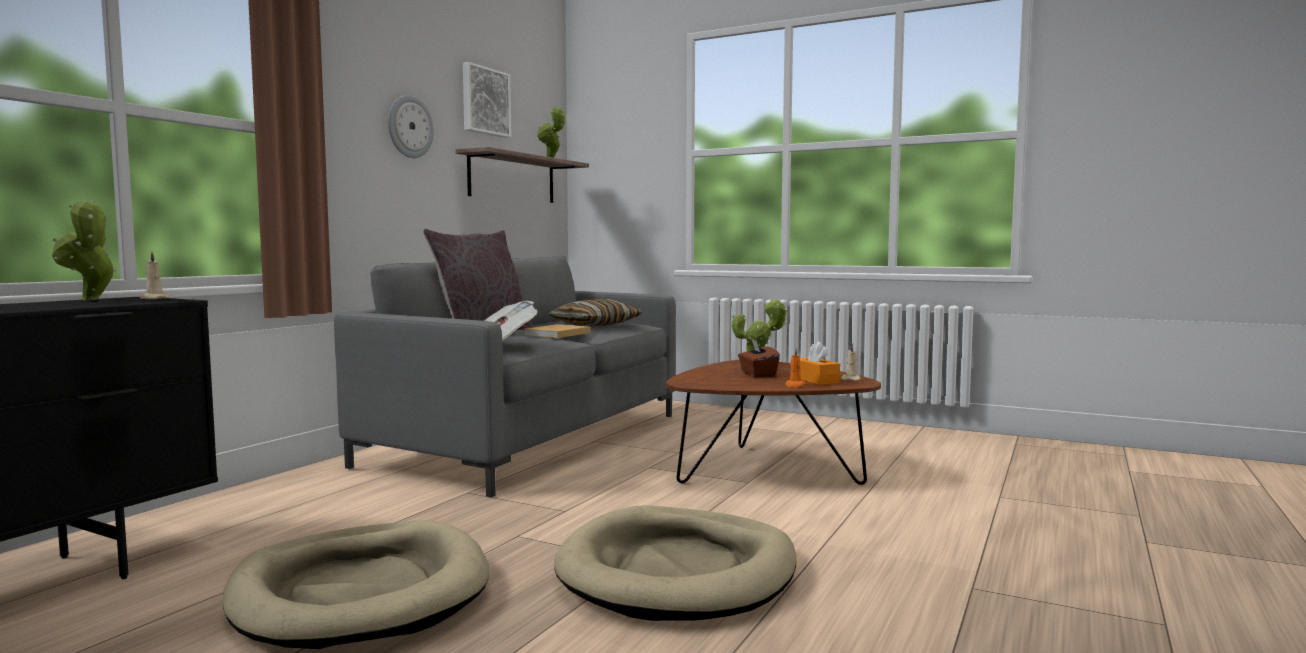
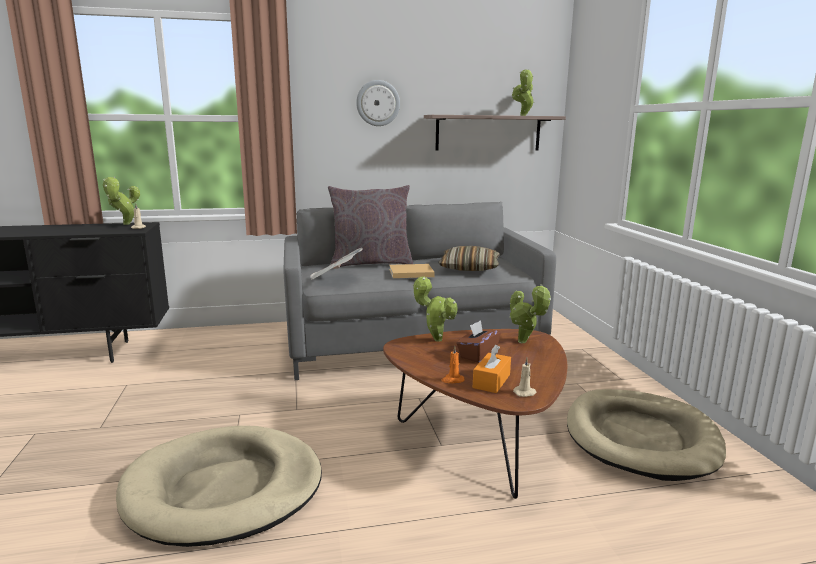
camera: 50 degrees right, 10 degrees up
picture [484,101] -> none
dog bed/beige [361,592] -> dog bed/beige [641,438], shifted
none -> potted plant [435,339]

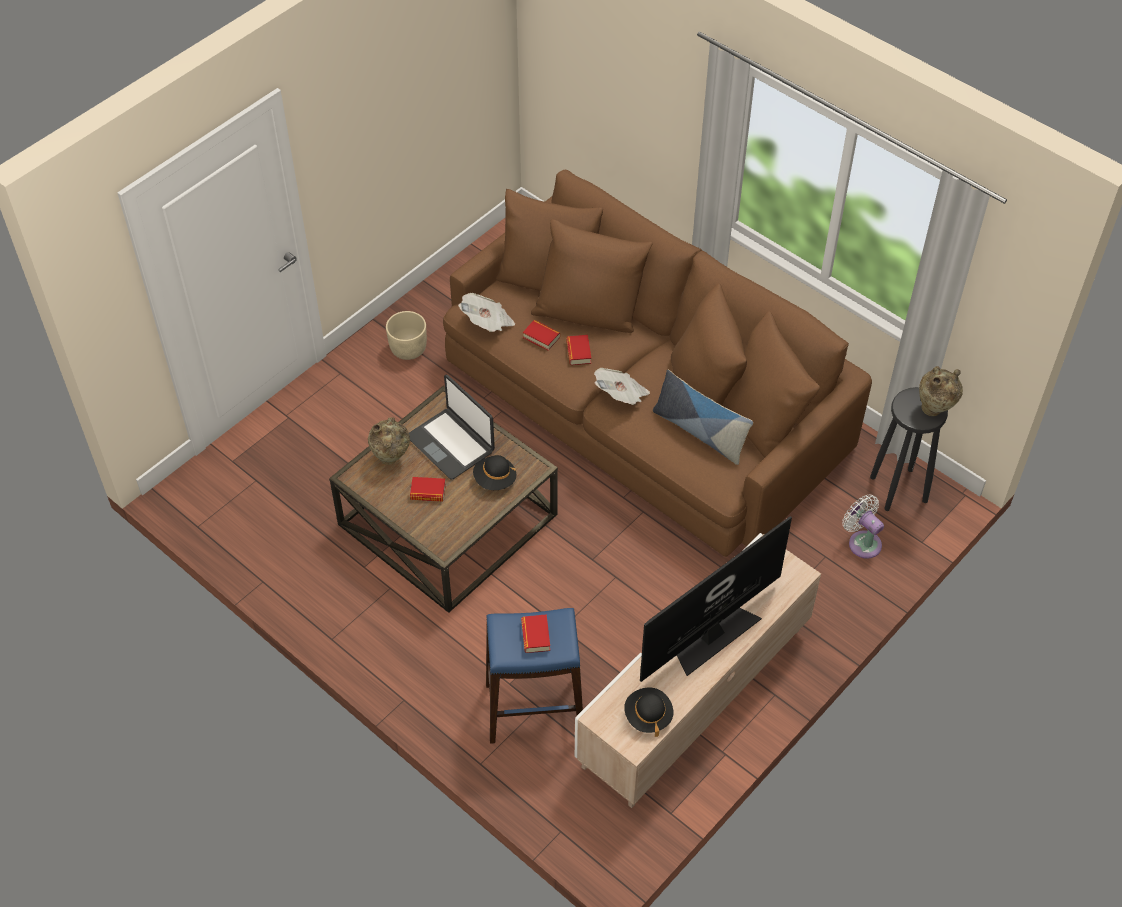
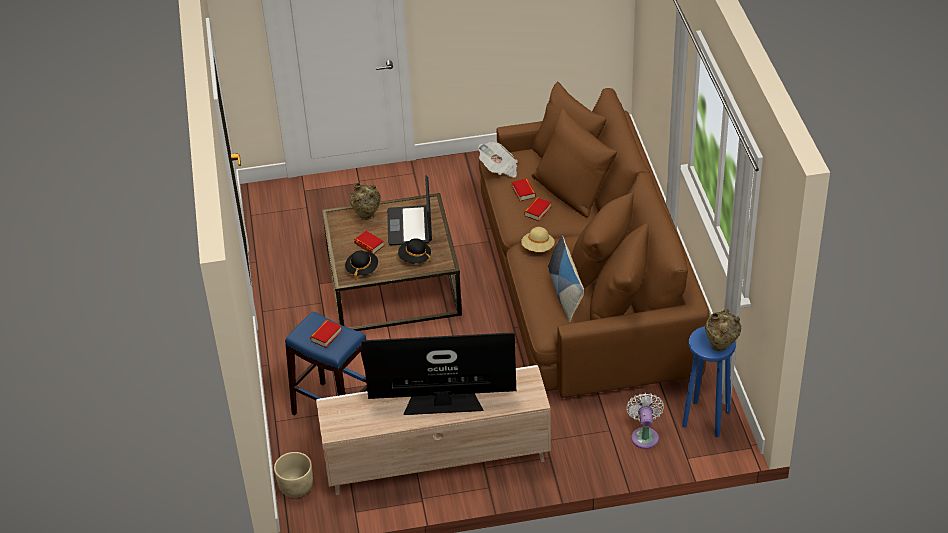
camera: 40 degrees right, 10 degrees down
planter/beige [408,348] -> planter/beige [296,487], shifted
newspaper [621,395] -> hat/beige [538,248]
stool/black [897,489] -> stool/blue [705,418]
hat/black [648,716] -> hat/black [362,269], shifted

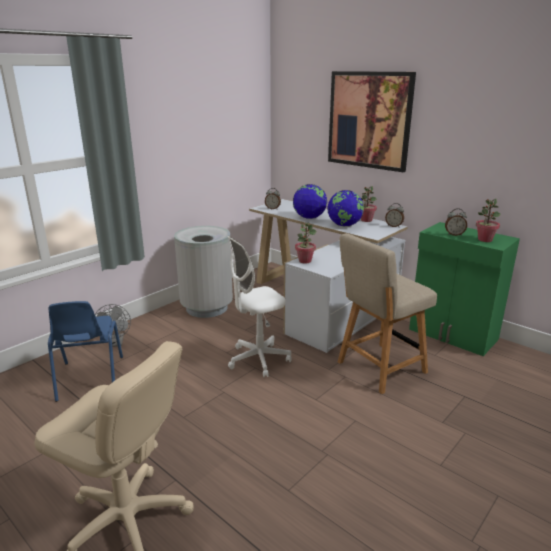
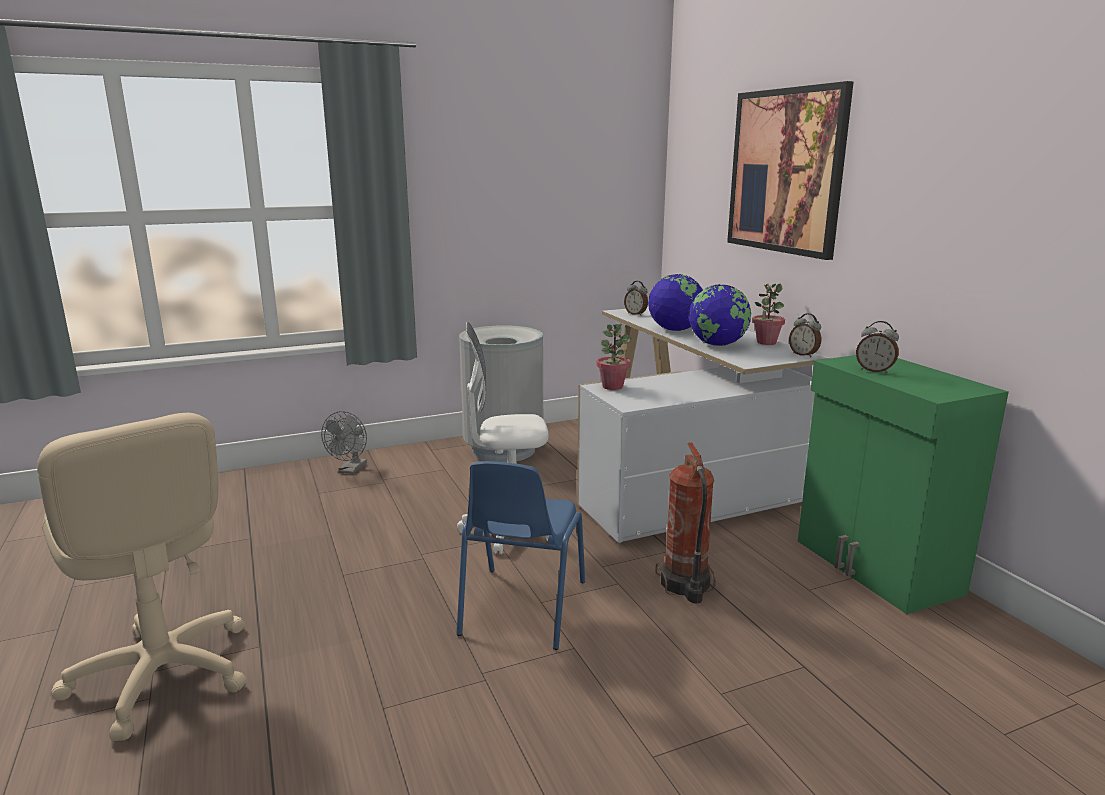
camera: 25 degrees right, 5 degrees down
potted plant [484,240] -> none
chair/beige [378,368] -> fire extinguisher [684,585]
chair/blue [89,379] -> chair/blue [521,608], shifted

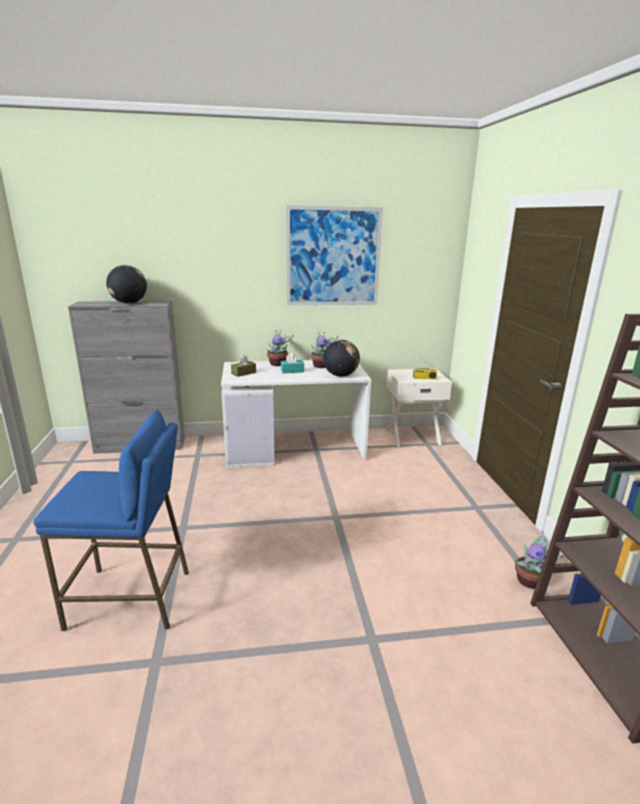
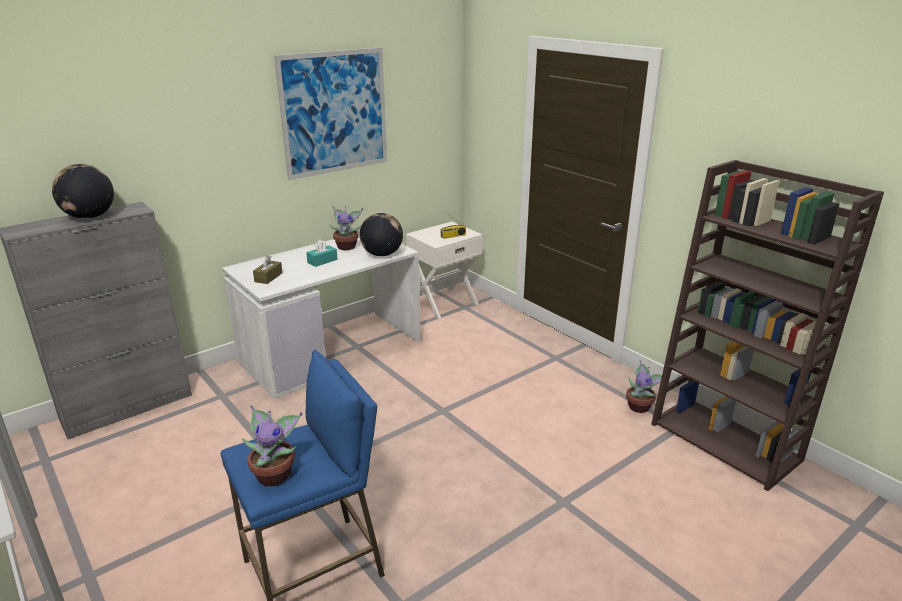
camera: 30 degrees left, 5 degrees up
potted plant [278,364] -> potted plant [275,474], shifted

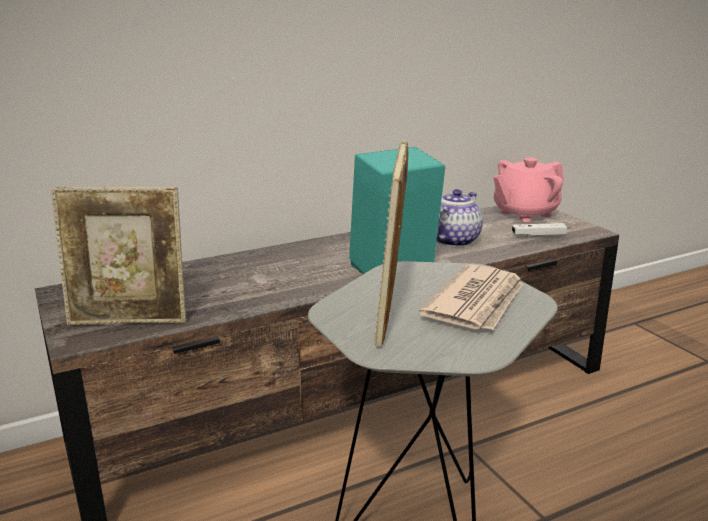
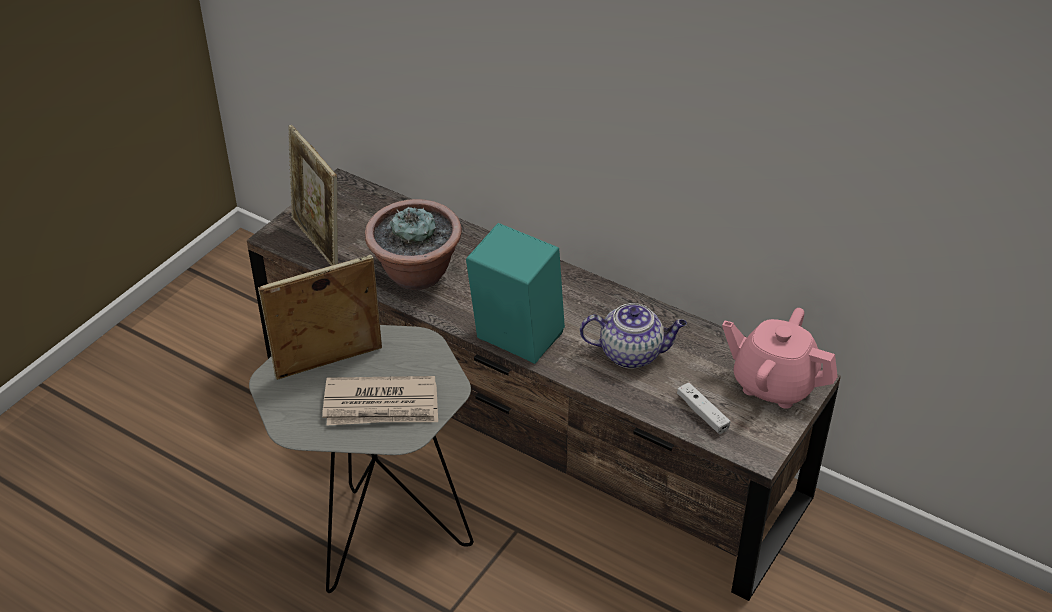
camera: 60 degrees right, 20 degrees up
none -> potted plant [416,275]

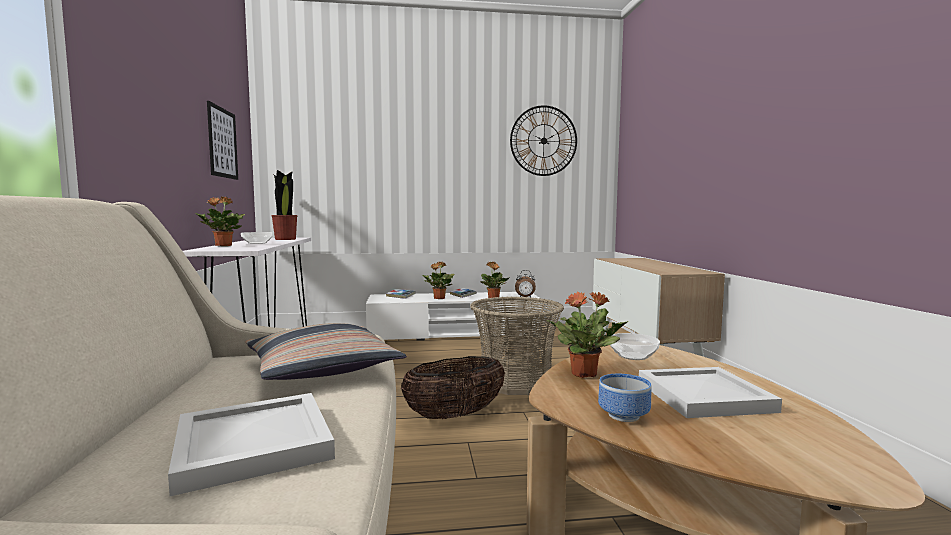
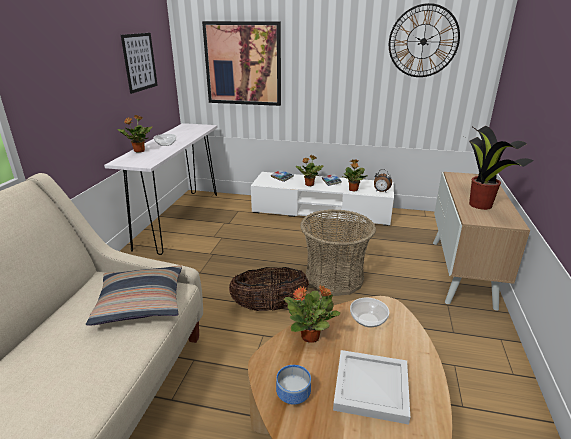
camera: 20 degrees right, 20 degrees up
potted plant [285,239] -> potted plant [479,204], shifted
tray/white [251,445] -> none
none -> picture [243,64]

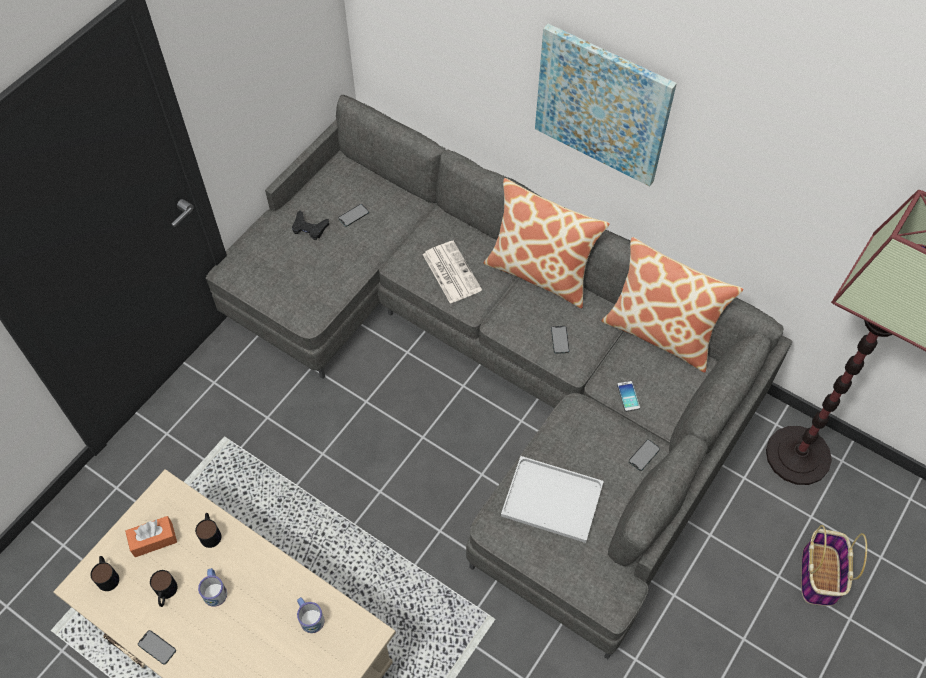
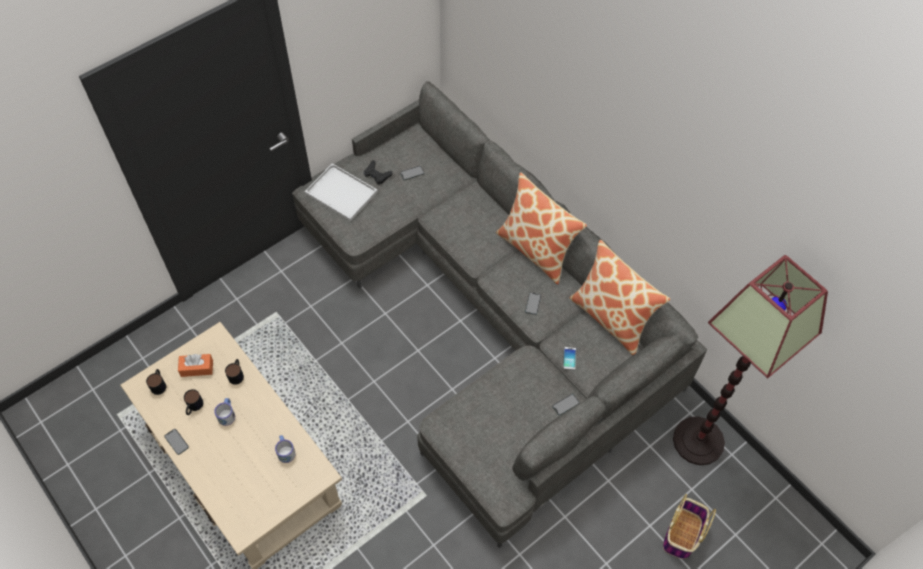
camera: 15 degrees right, 0 degrees up
picture [602,105] -> none
newspaper [450,272] -> none
tray/white [554,499] -> tray/white [342,193], shifted

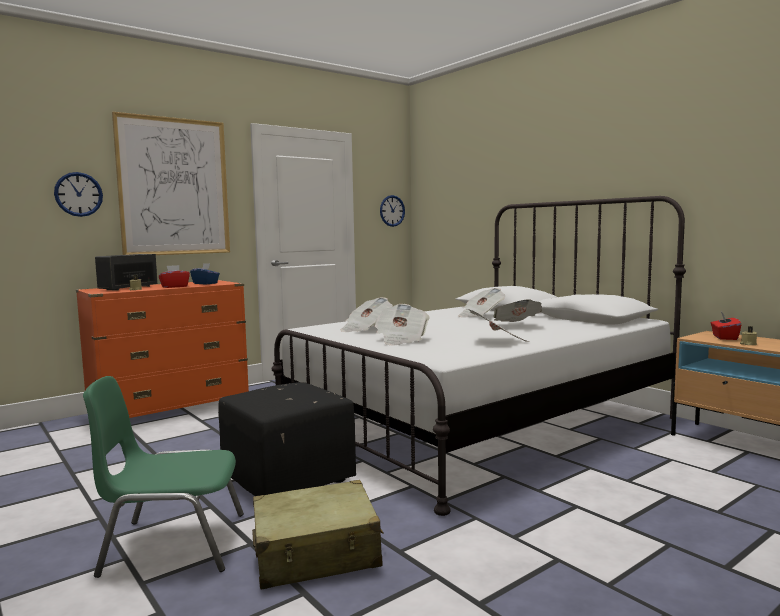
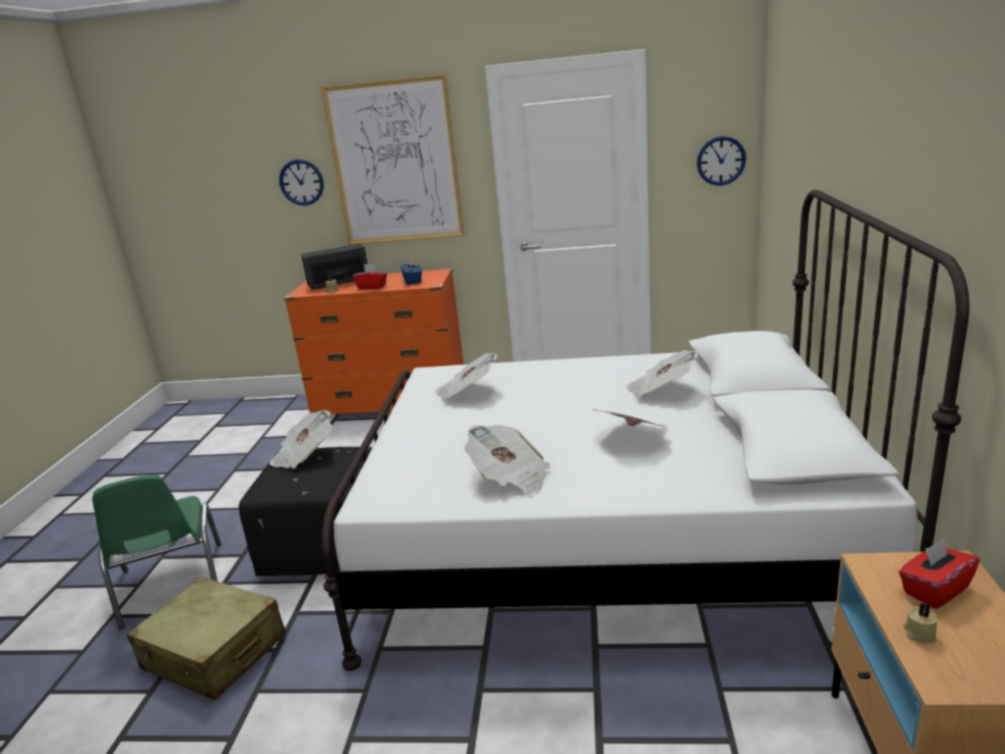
camera: 45 degrees right, 15 degrees up
newspaper [401,340] -> newspaper [304,456], shifted
chair/green [172,544] -> chair/green [171,585], 150 degrees counterclockwise

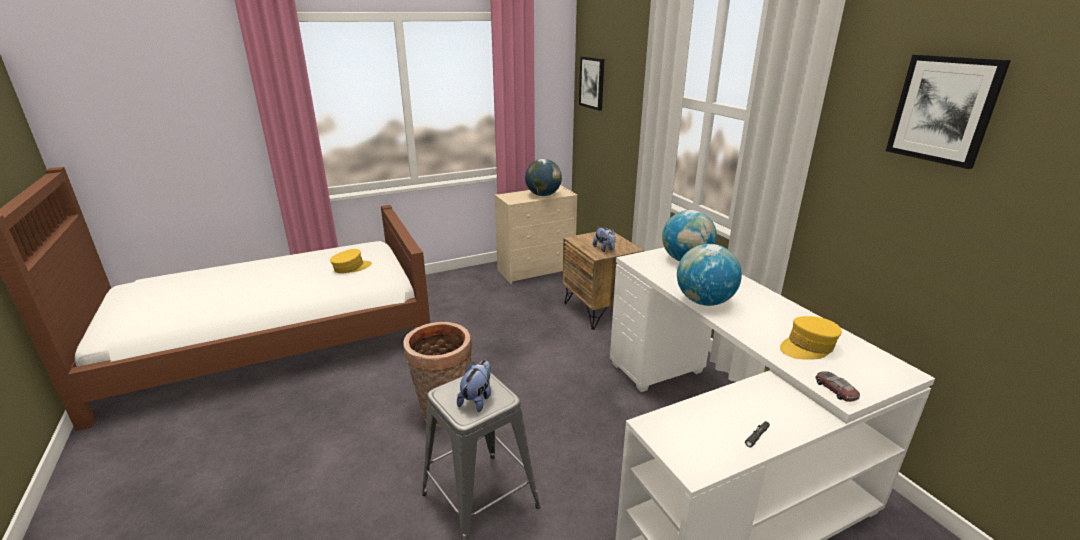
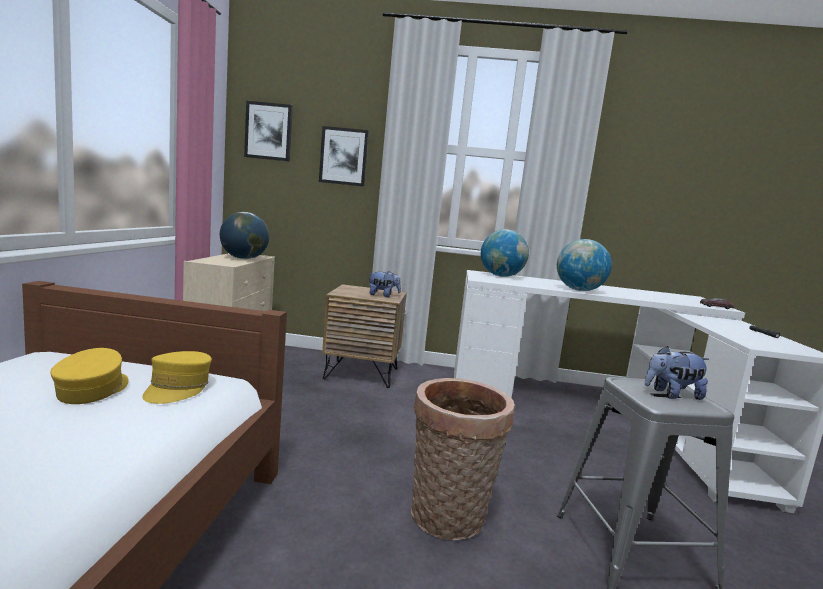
camera: 60 degrees left, 15 degrees down
picture [944,109] -> picture [344,156], shifted
cap/yellow [808,346] -> cap/yellow [178,388], shifted
plush toy [477,399] -> plush toy [672,395], 60 degrees counterclockwise

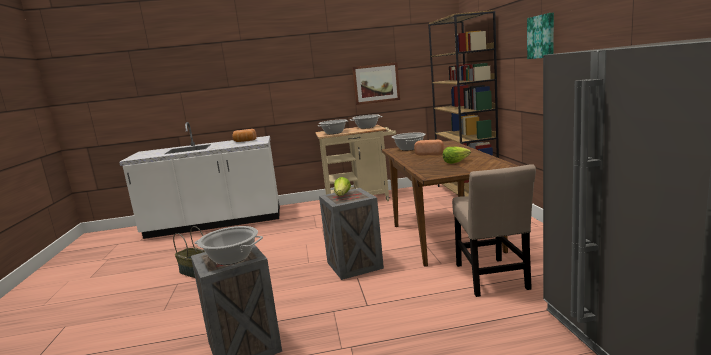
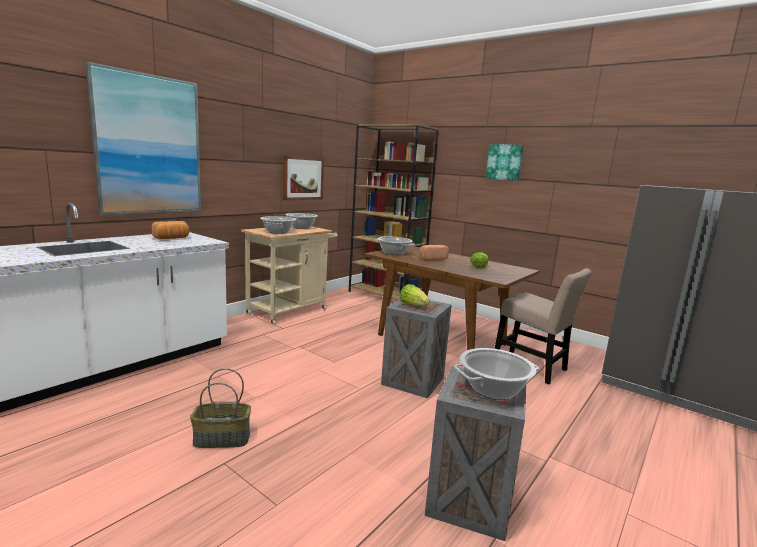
camera: 45 degrees left, 0 degrees up
none -> picture [149,145]

